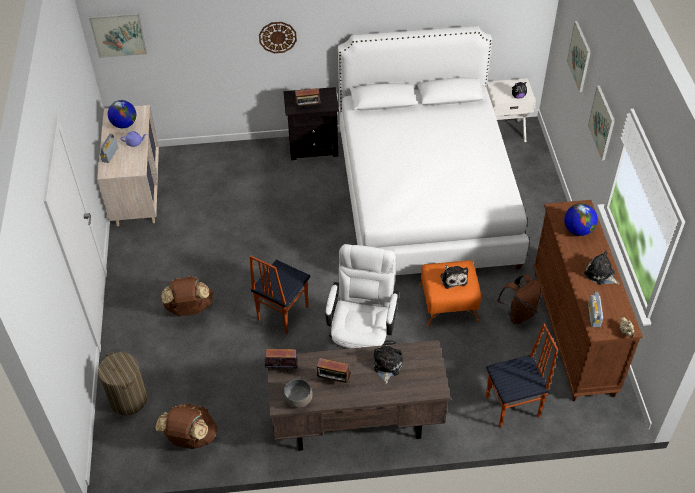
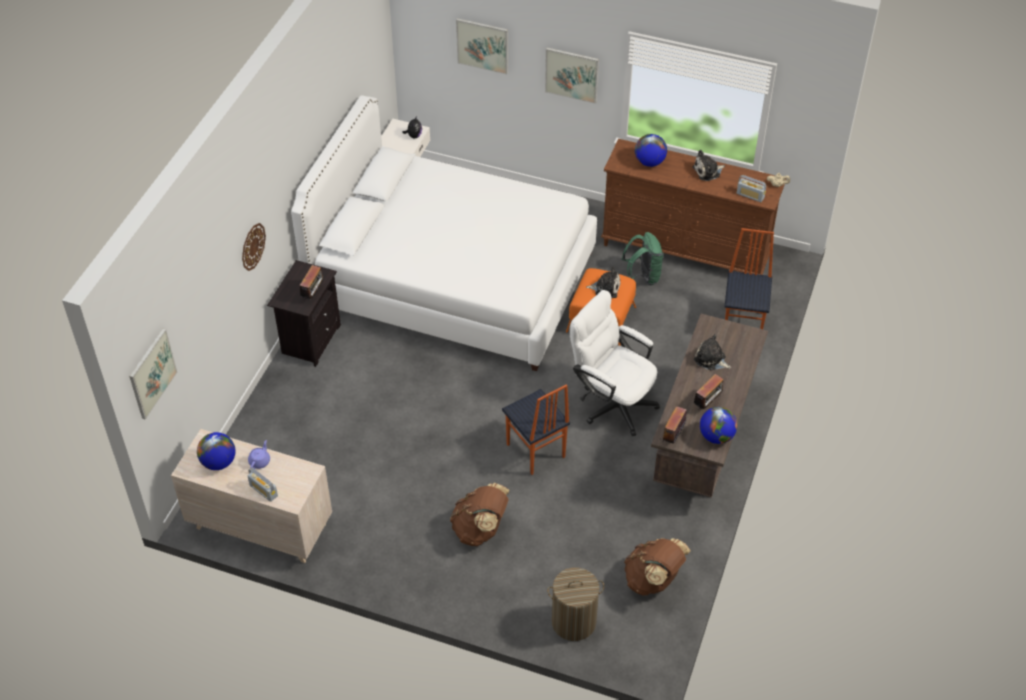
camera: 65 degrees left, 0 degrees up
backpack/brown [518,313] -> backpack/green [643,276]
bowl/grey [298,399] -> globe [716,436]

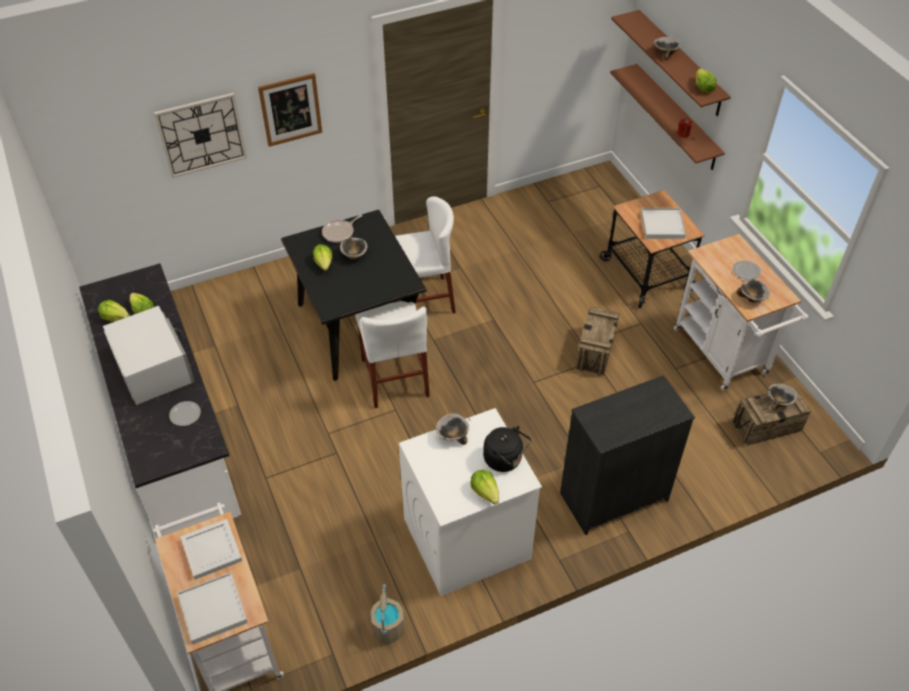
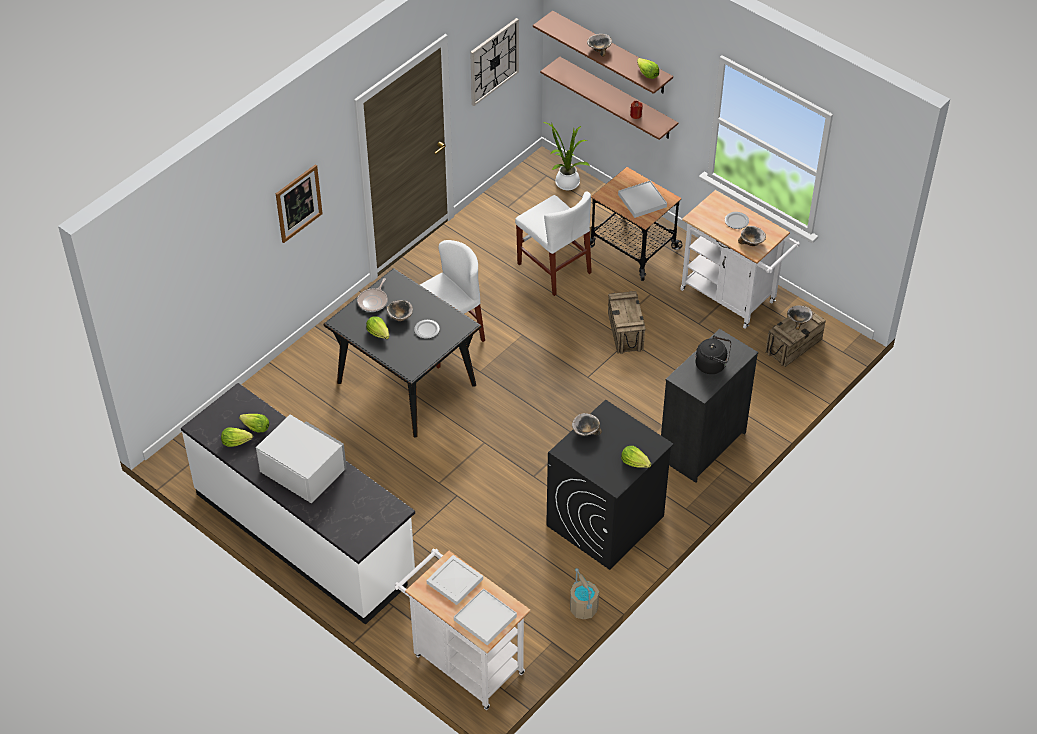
camera: 25 degrees left, 0 degrees up
wall clock [201,135] -> wall clock [493,61], shifted
chair/white [394,377] -> chair/white [554,268], shifted
plate [185,415] -> plate [427,330], shifted
washing machine/white [466,539] -> washing machine/black [605,521]
kettle/black [505,460] -> kettle/black [712,365], shifted
none -> potted plant [565,182]

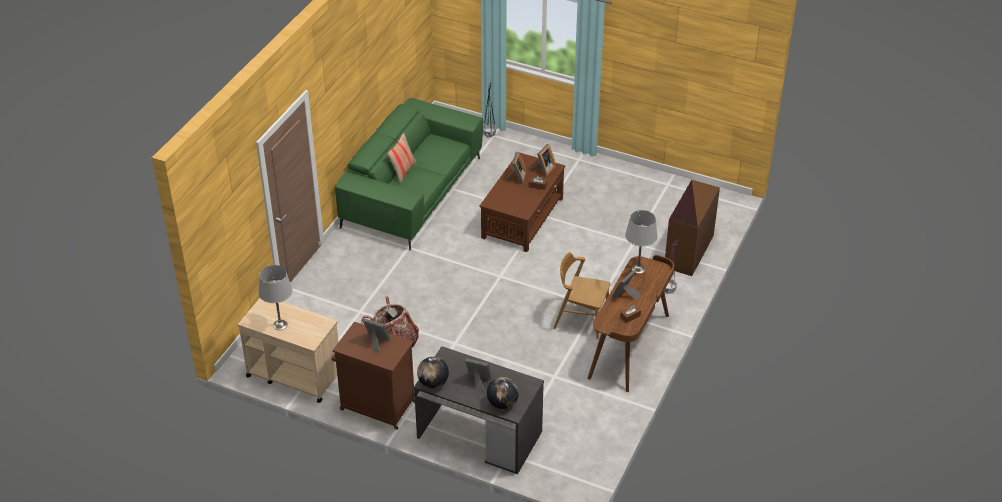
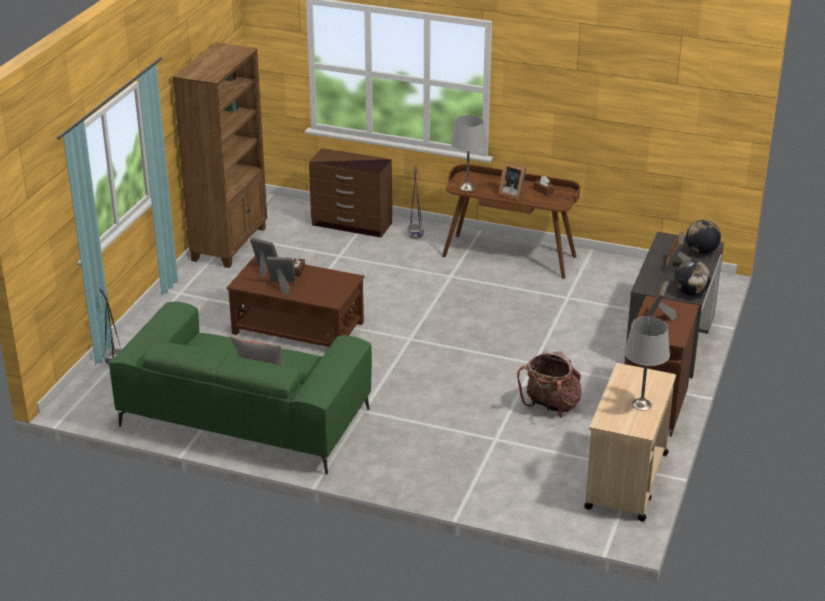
camera: 95 degrees left, 10 degrees down
chair/brown [581,319] -> none
none -> bookcase/brown [230,244]

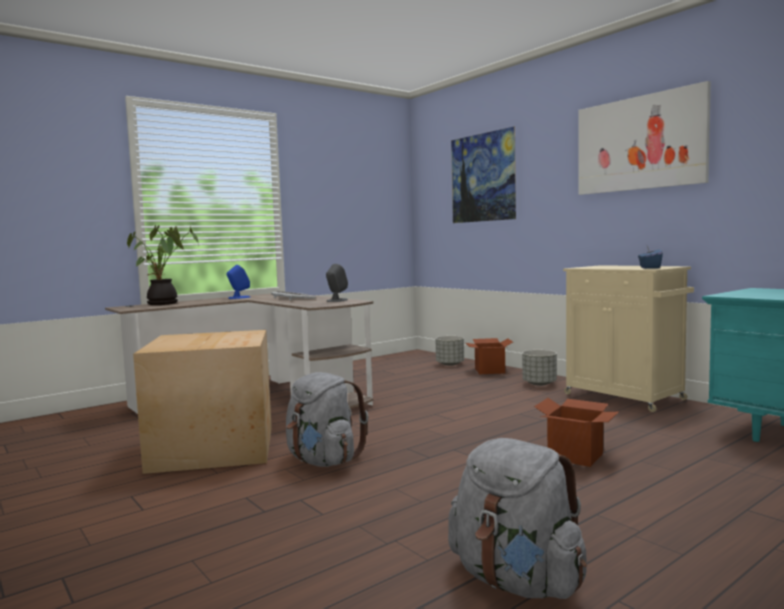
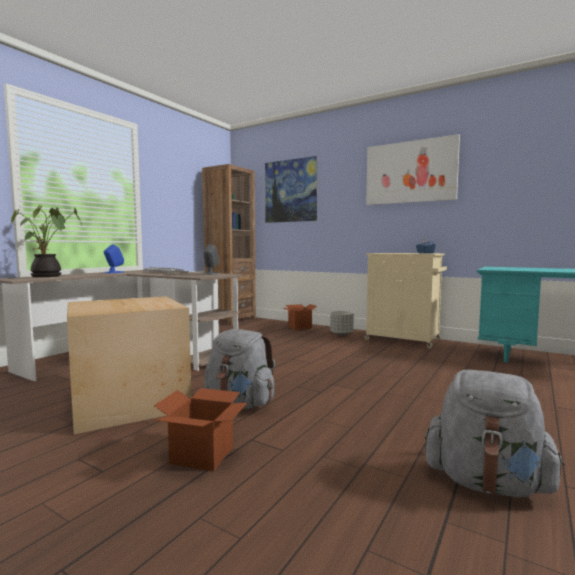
camera: 20 degrees left, 0 degrees up
planter/grey [450,364] -> none
cardboard box [575,456] -> cardboard box [202,455], shifted
none -> bookcase/brown [231,320]

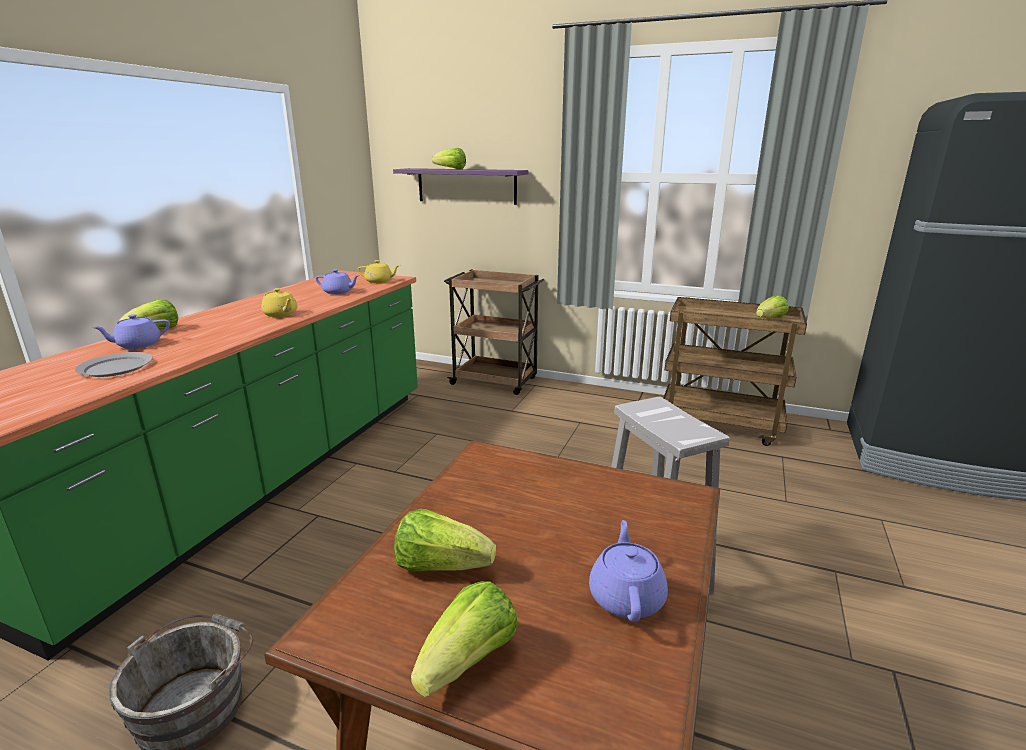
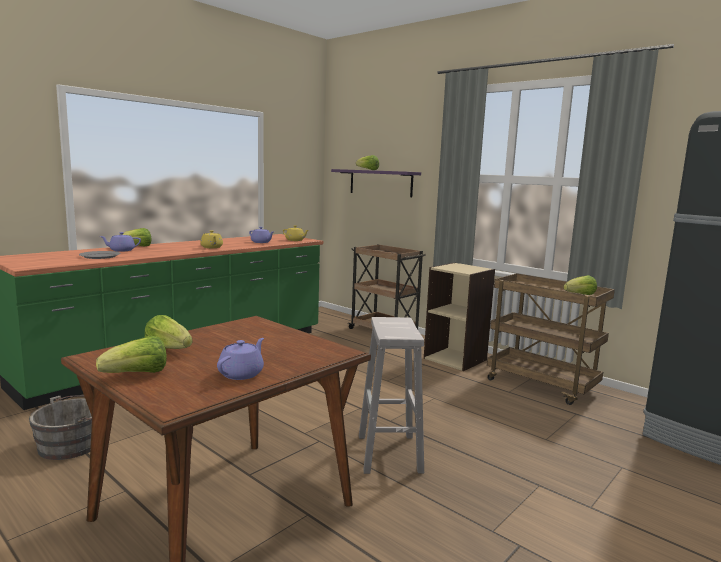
camera: 20 degrees right, 10 degrees down
none -> bookcase/beige [455,359]

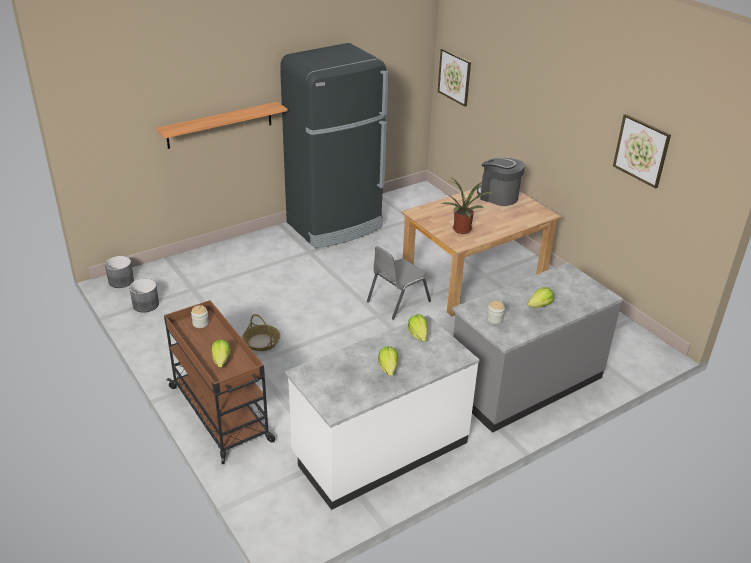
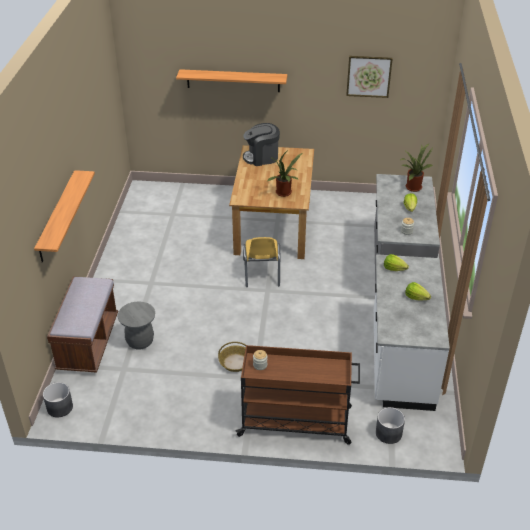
camera: 50 degrees left, 5 degrees up
fridge/black [335,226] -> none
picture [454,77] -> none
chair/grey [397,301] -> chair/yellow [261,273]
planter/grey [145,305] -> planter/grey [388,433], shifted
lettuce [221,360] -> none
none -> shelf [233,80]
none -> potted plant [412,187]
none -> bench/brown [88,343]
none -> stool/grey [140,341]

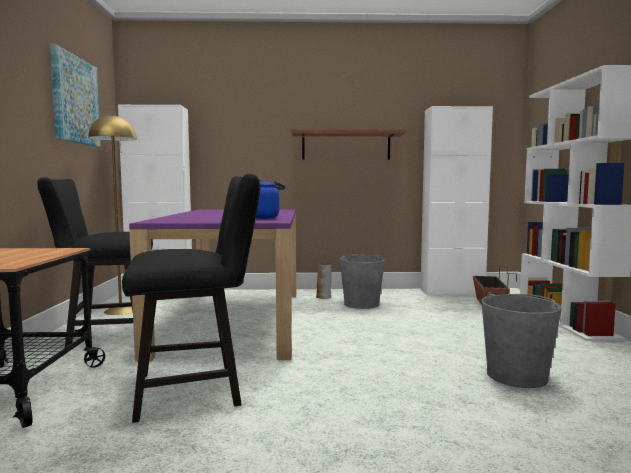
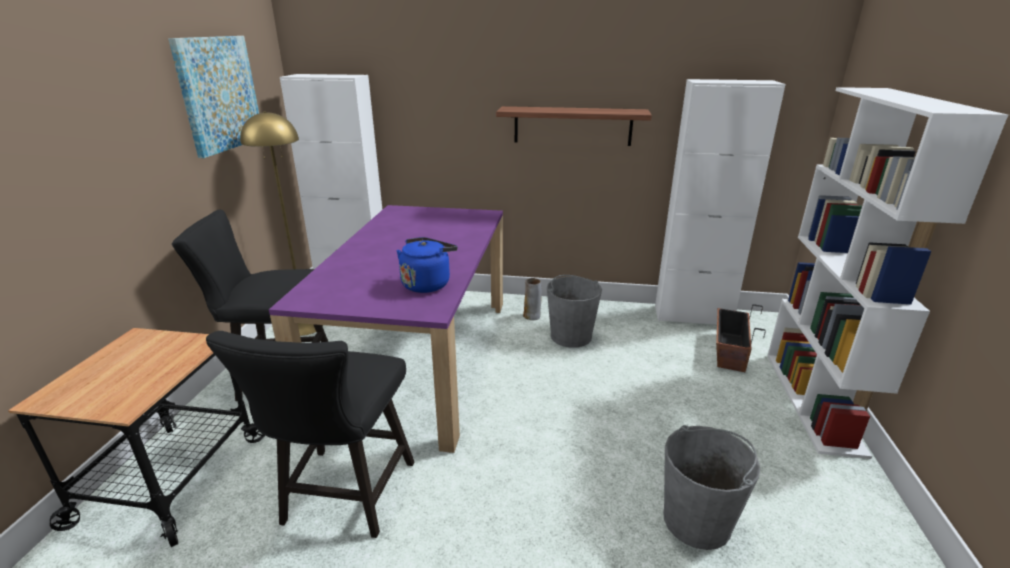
camera: 10 degrees right, 20 degrees up
chair/black [198,389] -> chair/black [344,499], 105 degrees clockwise

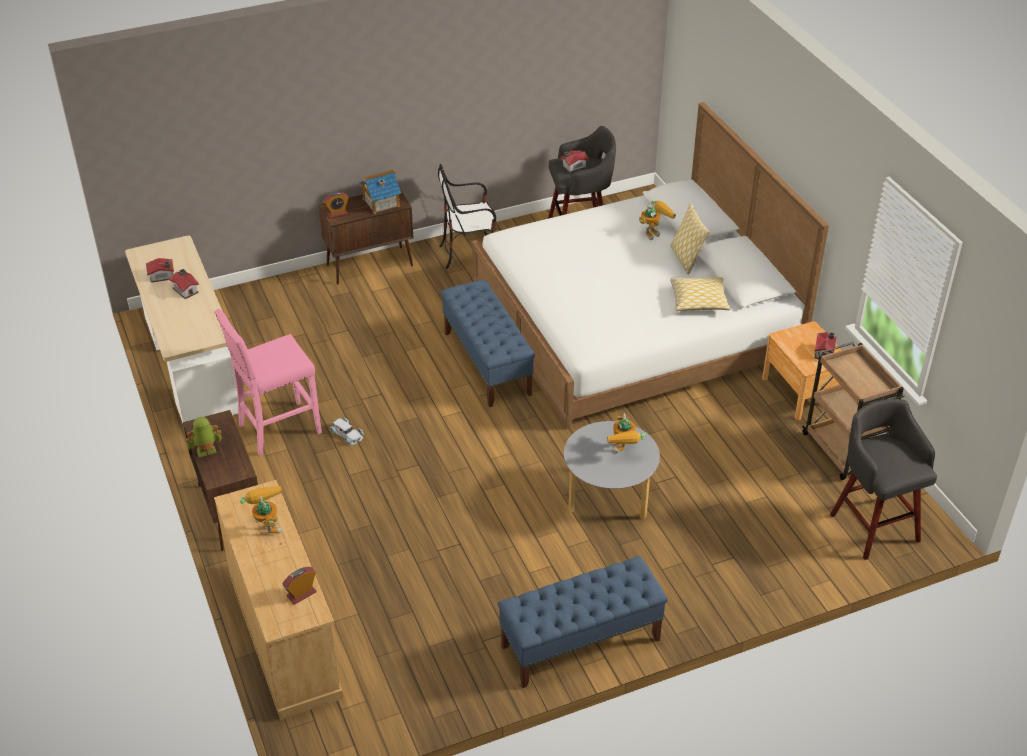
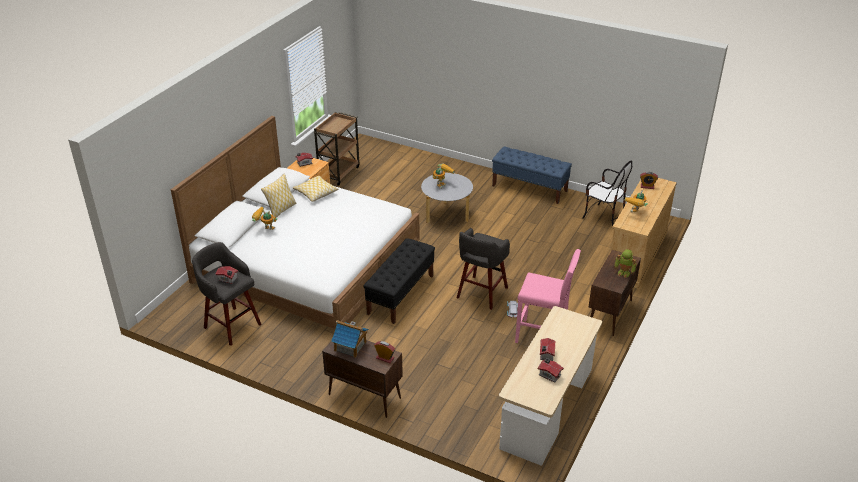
camera: 130 degrees left, 5 degrees down
chair [469,254] -> chair [604,217], shifted
bench/blue [487,363] -> bench/black [401,294]
stool/grey [873,525] -> stool/grey [481,293], shifted

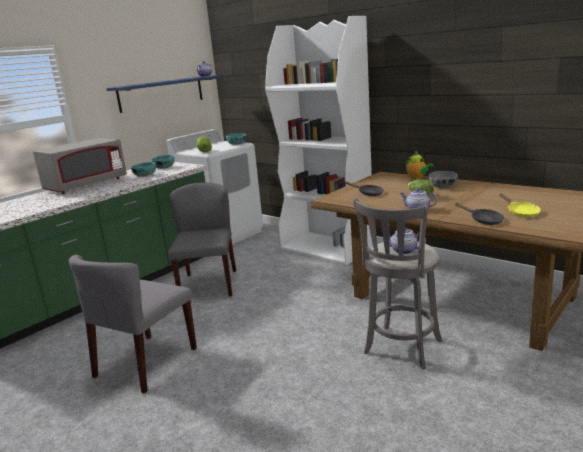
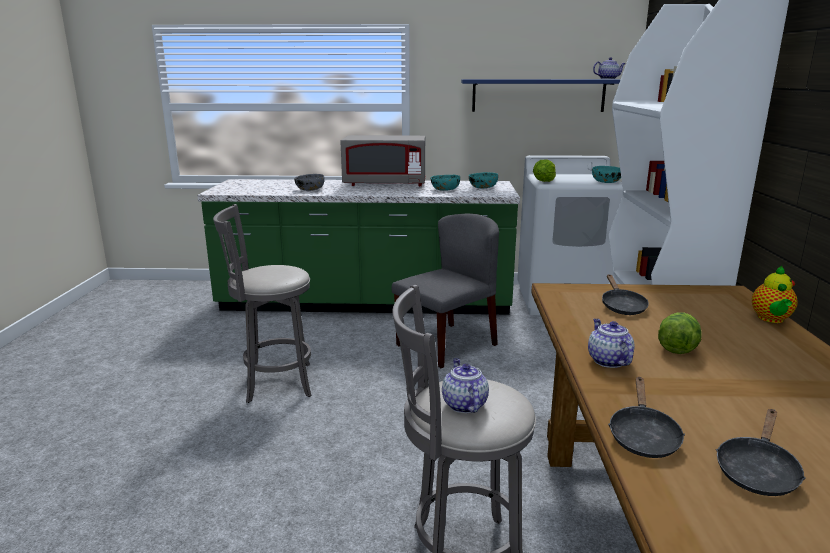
camera: 50 degrees right, 0 degrees up
bowl/grey [442,186] -> bowl/grey [309,189], shifted
frying pan/yellow [520,212] -> frying pan/black [757,471]
chair/grey [146,362] -> stool/grey [274,383]

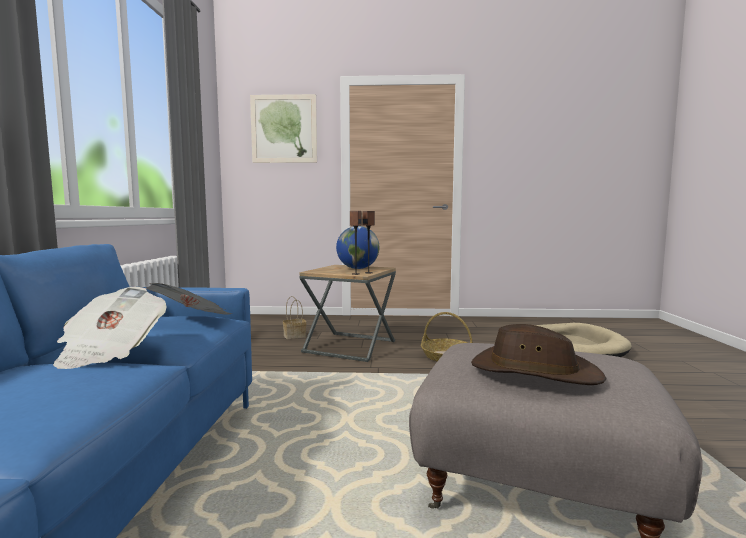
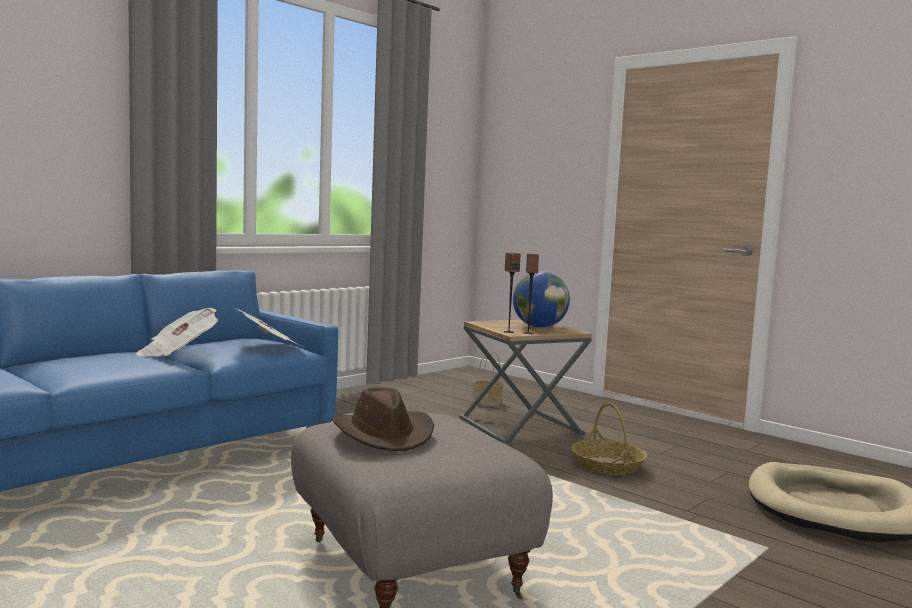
camera: 40 degrees right, 0 degrees up
picture [284,129] -> none

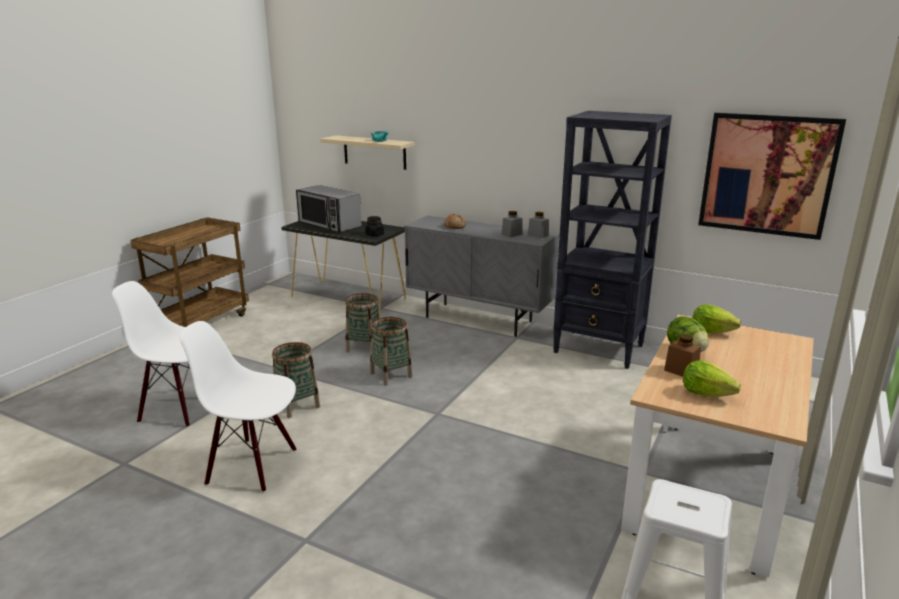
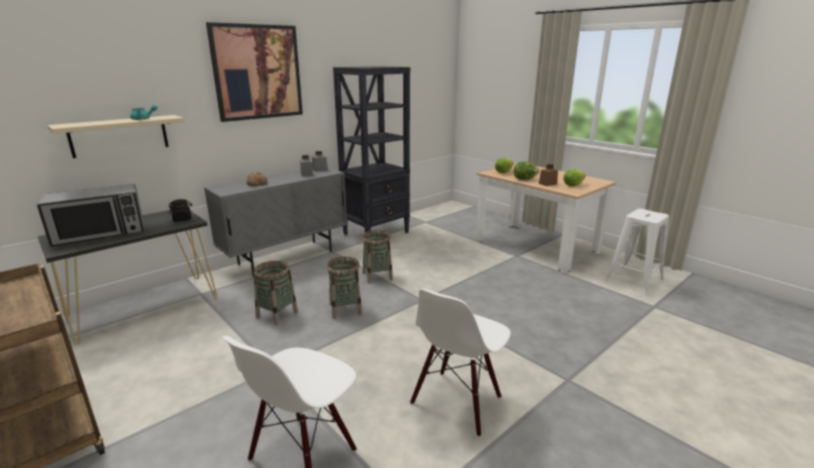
camera: 70 degrees left, 0 degrees up
picture [767,175] -> picture [257,72], shifted
basket [297,405] -> basket [377,276], shifted

